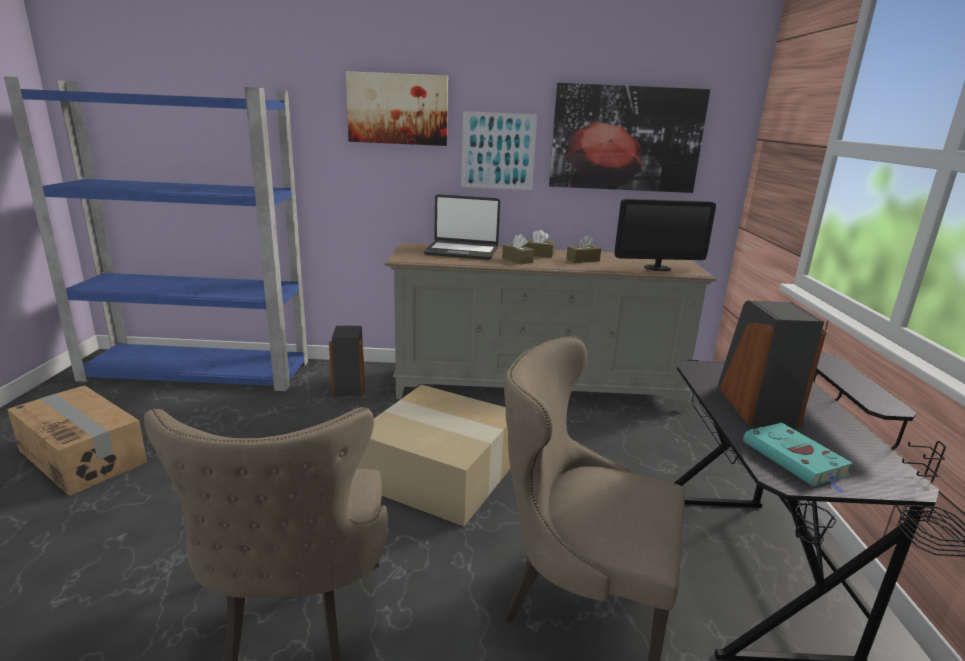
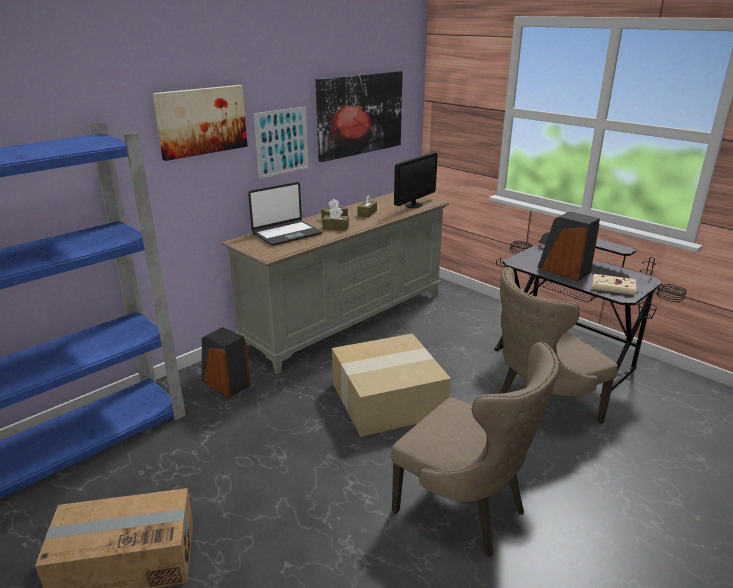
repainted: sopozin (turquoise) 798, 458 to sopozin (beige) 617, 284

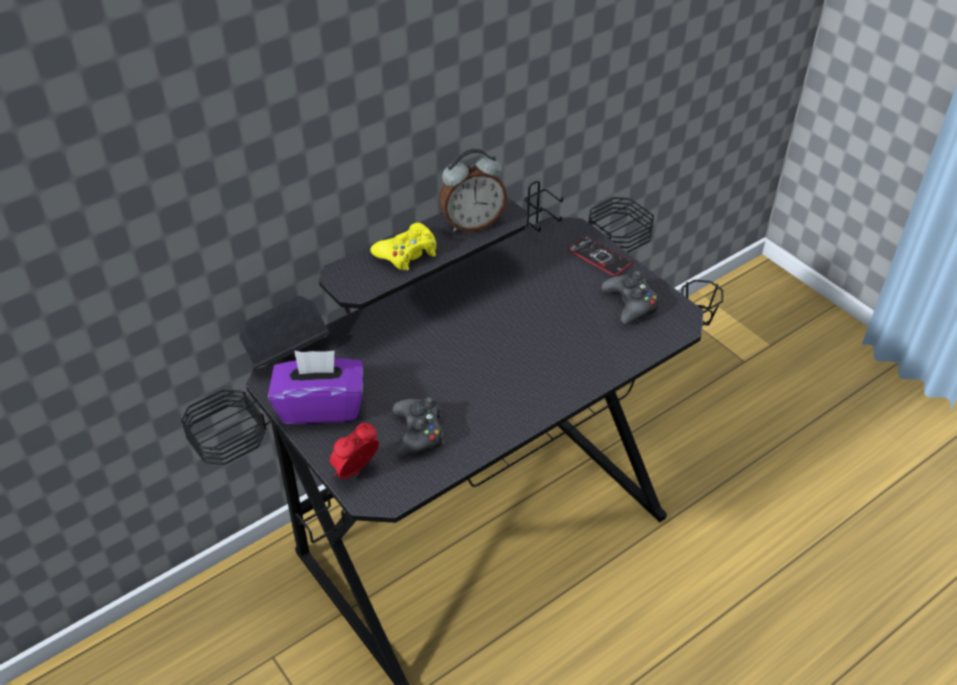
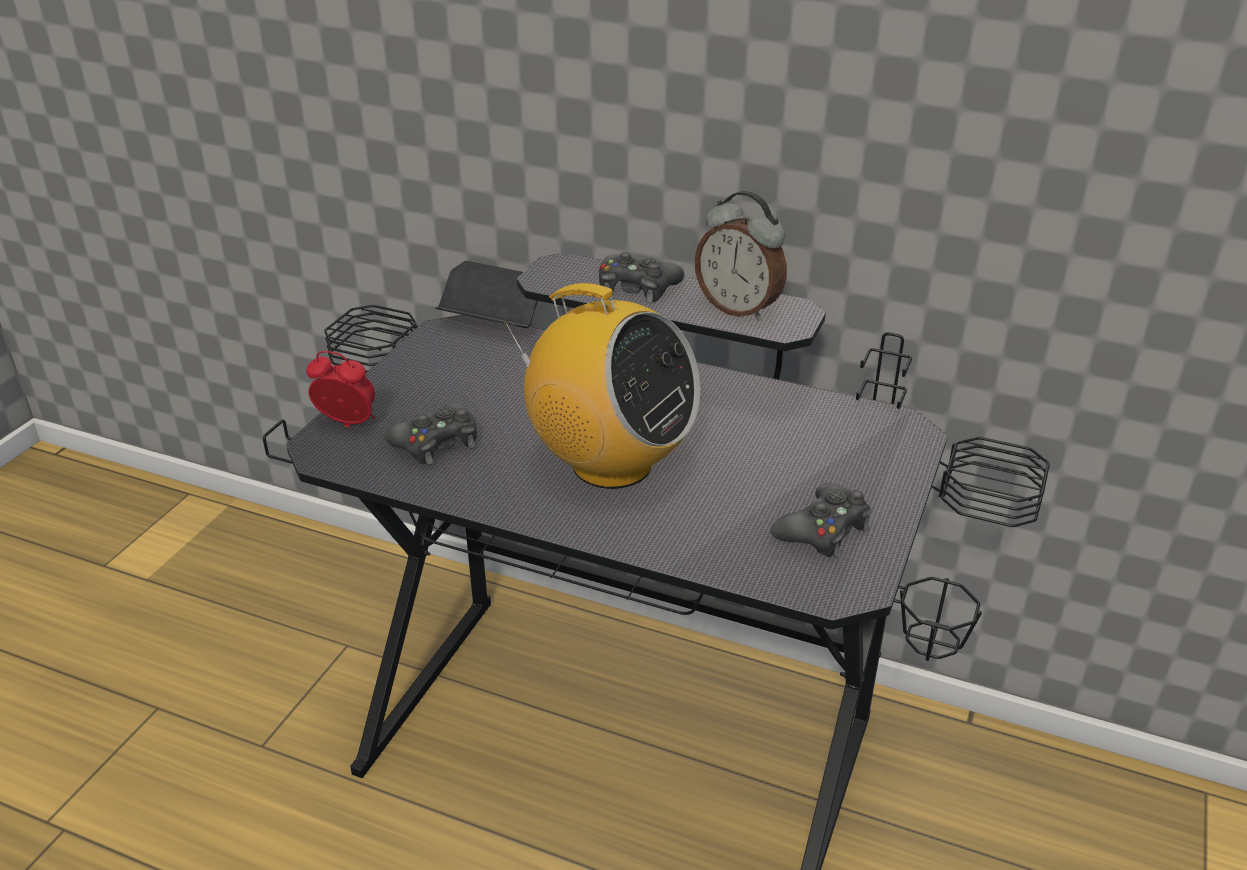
gone: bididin 600, 256; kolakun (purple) 315, 387
new: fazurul 602, 386
repainted: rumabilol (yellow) 403, 247 to rumabilol (black) 641, 277

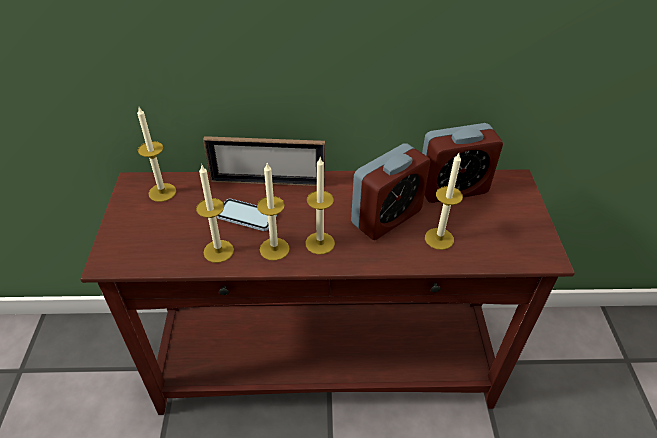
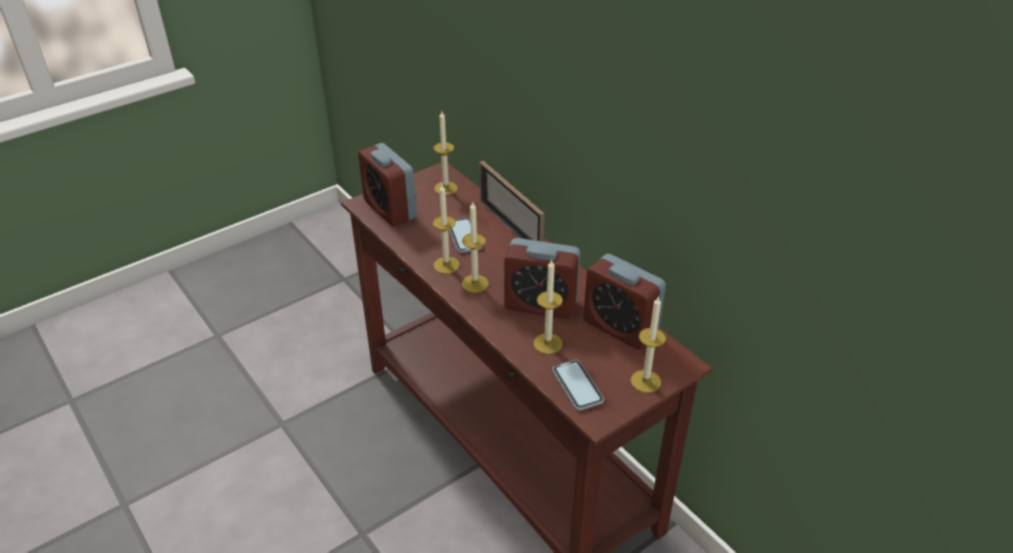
new: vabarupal 387, 184; bididin 578, 385
shifted: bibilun 215, 213 to 648, 344

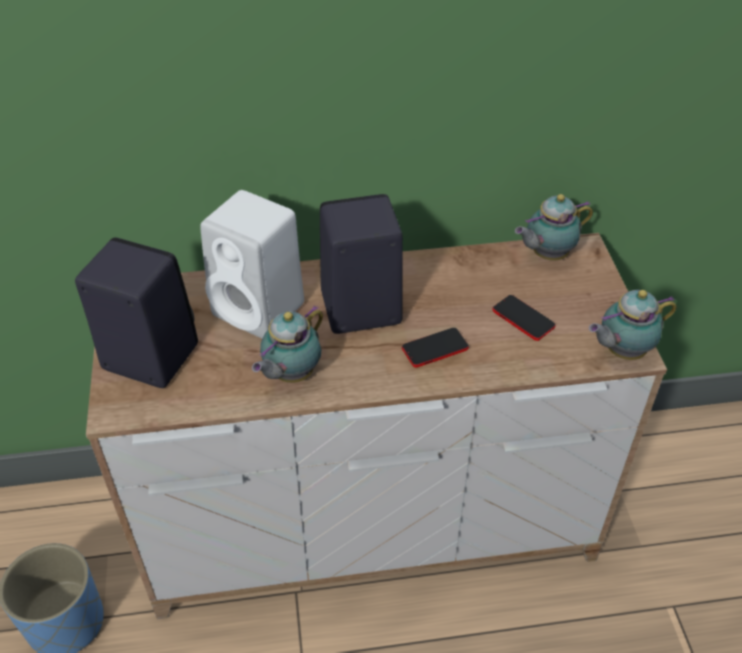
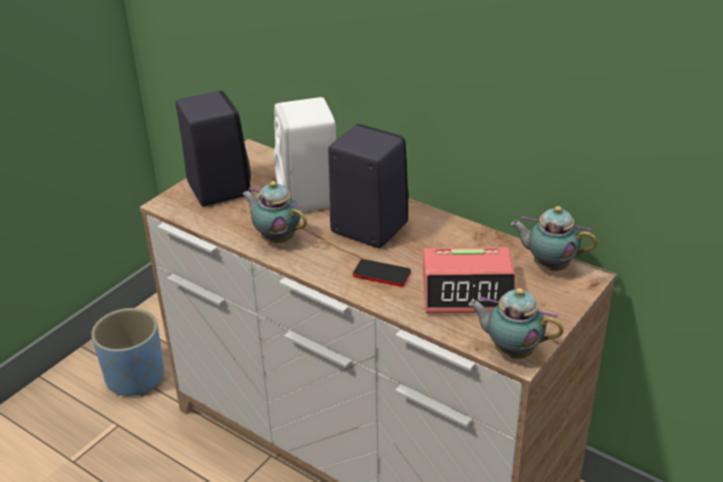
swapped: bididin 524, 318 to vabarupal 470, 280
rotated: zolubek 287, 344 = 274, 212 45 degrees clockwise

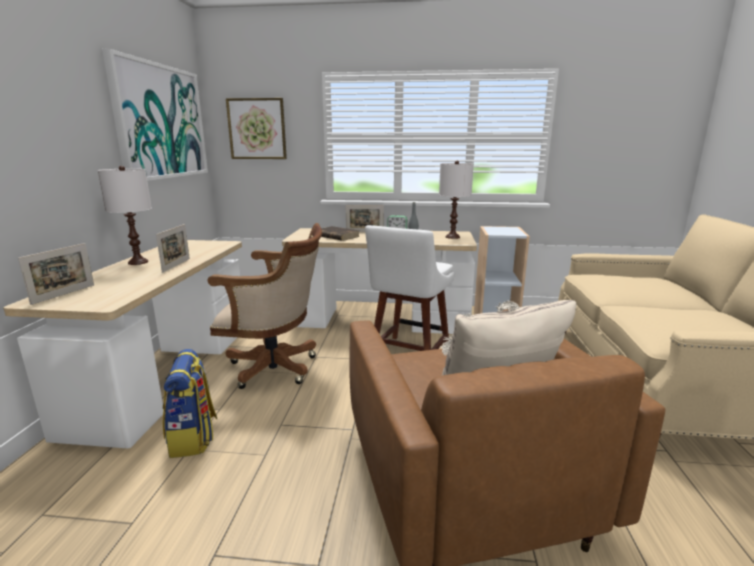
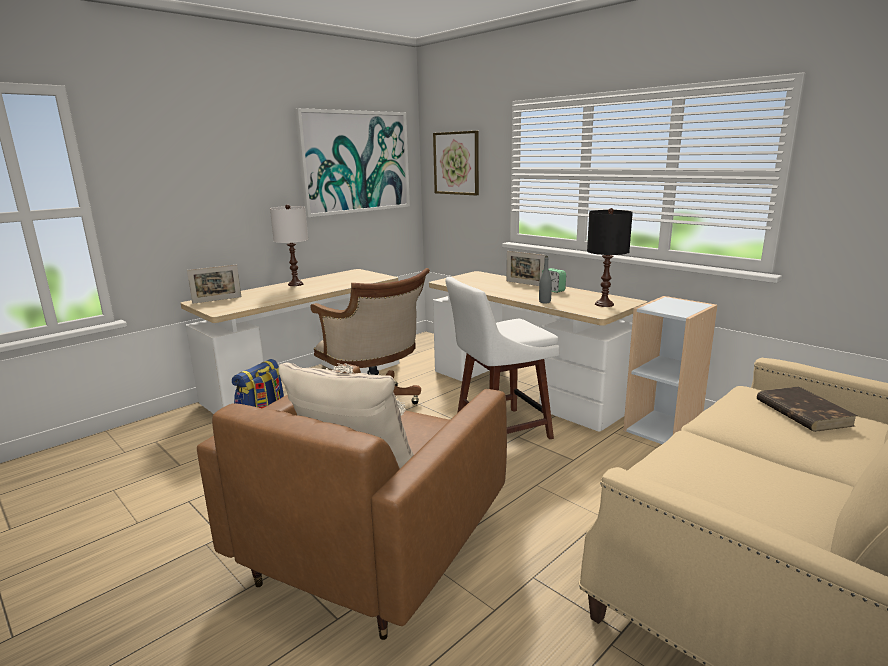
gone: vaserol 173, 248
shifted: sopozin (brown) 340, 233 to 807, 409
repainted: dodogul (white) 456, 200 to dodogul (black) 610, 257

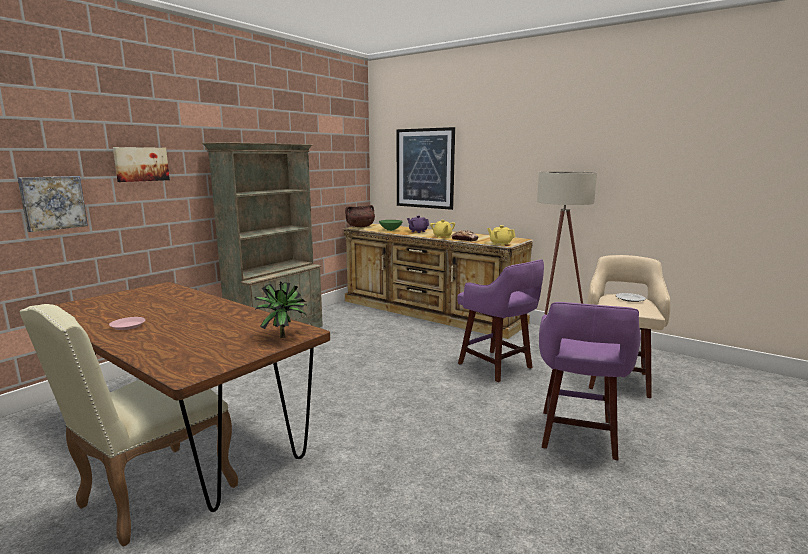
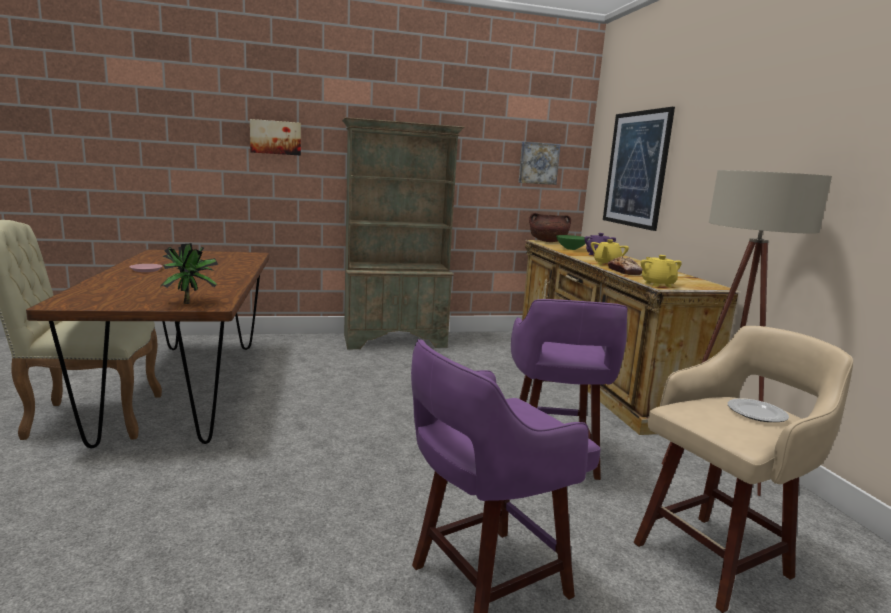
shifted: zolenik 53, 204 to 540, 163

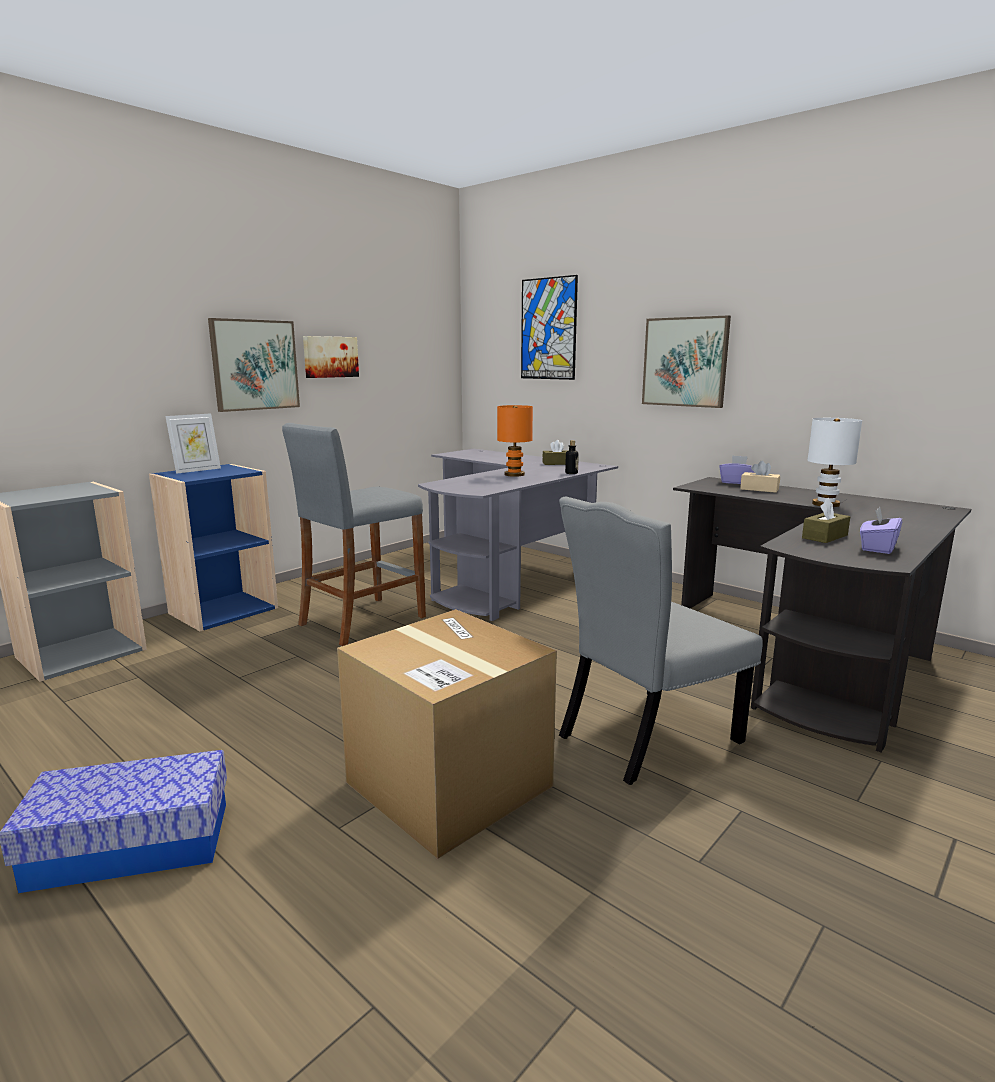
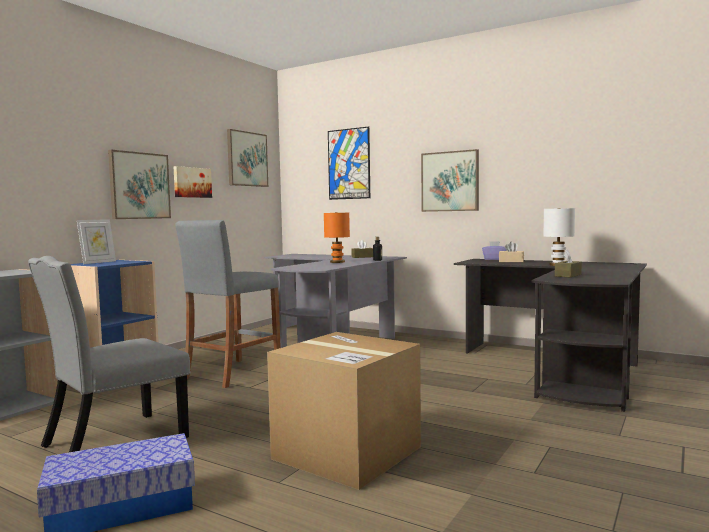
gone: kolakun (purple) 881, 530
new: zolenik 247, 158
shifted: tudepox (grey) 661, 641 to 109, 354

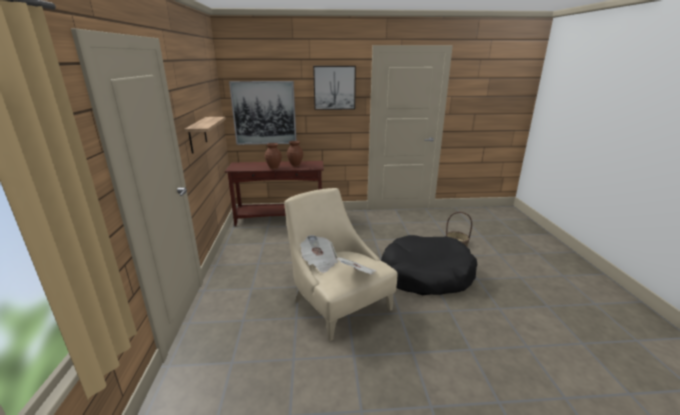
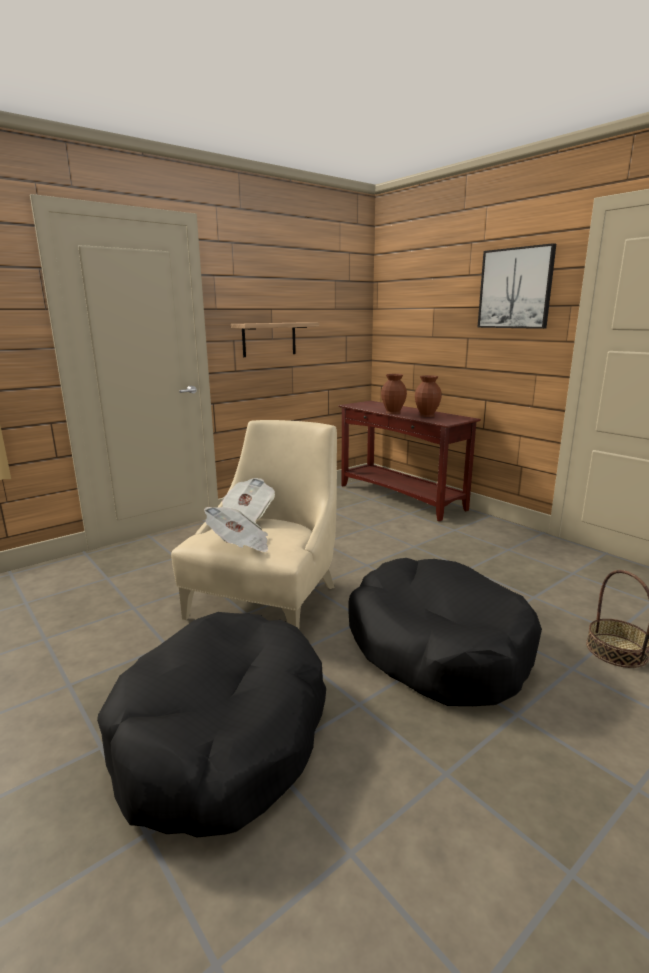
gone: zolenik 263, 113
new: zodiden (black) 211, 724

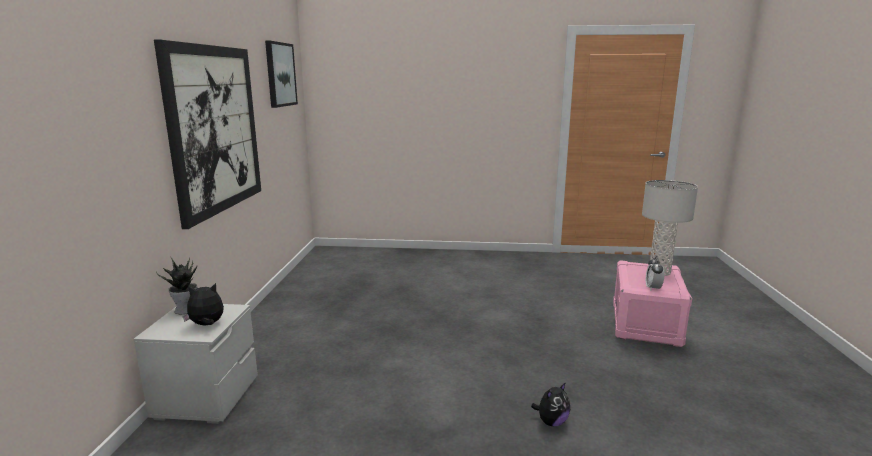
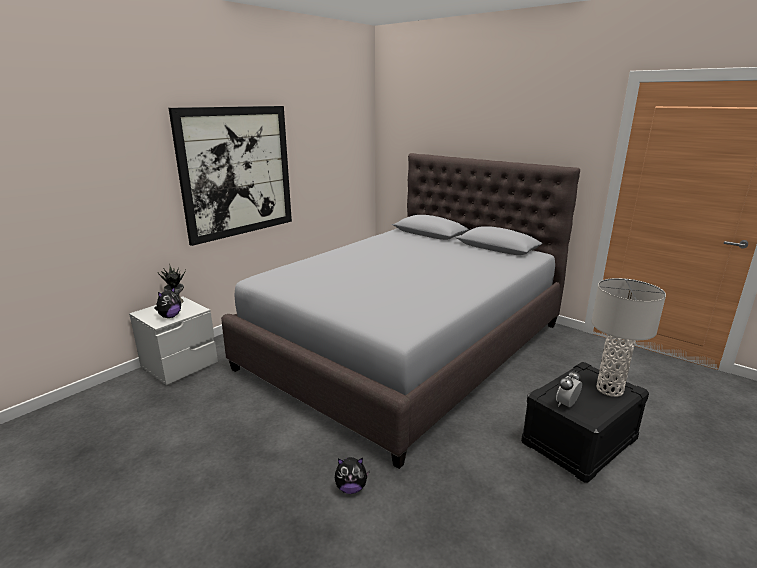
gone: zolenik 281, 74
new: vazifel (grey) 400, 311
repainted: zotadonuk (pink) 652, 303 to zotadonuk (black) 585, 422
rotated: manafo 203, 304 = 167, 302 105 degrees clockwise

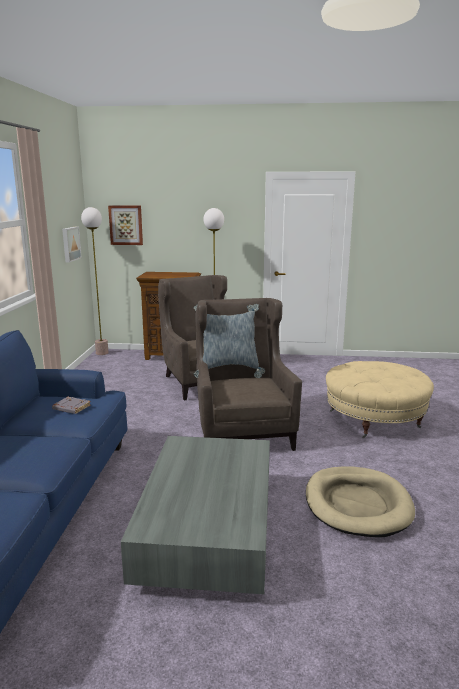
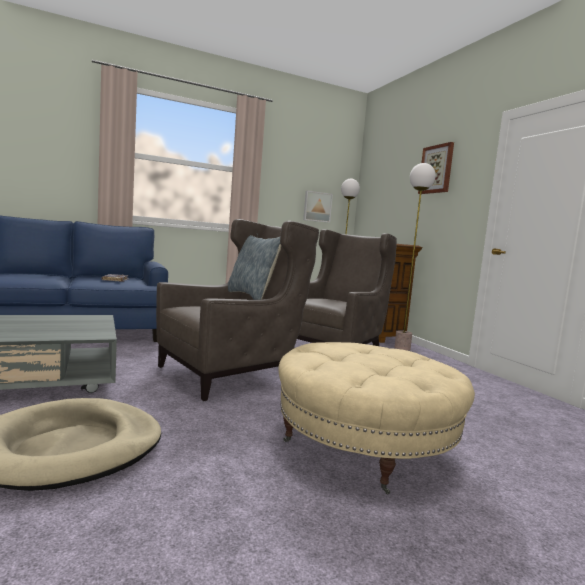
shifted: zolenik 125, 225 to 436, 168

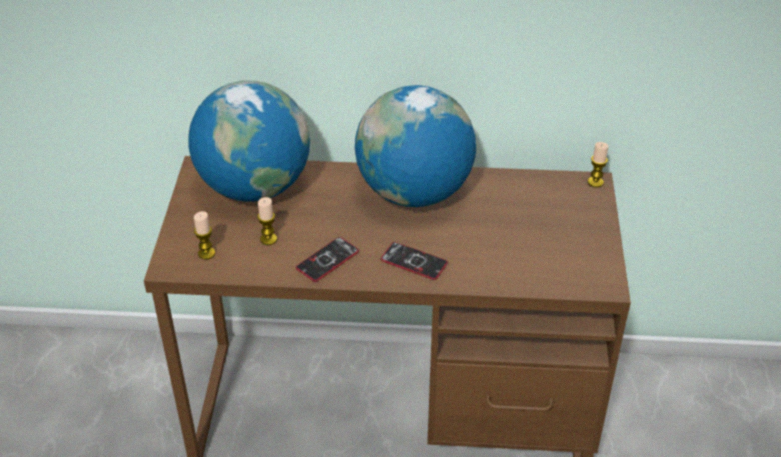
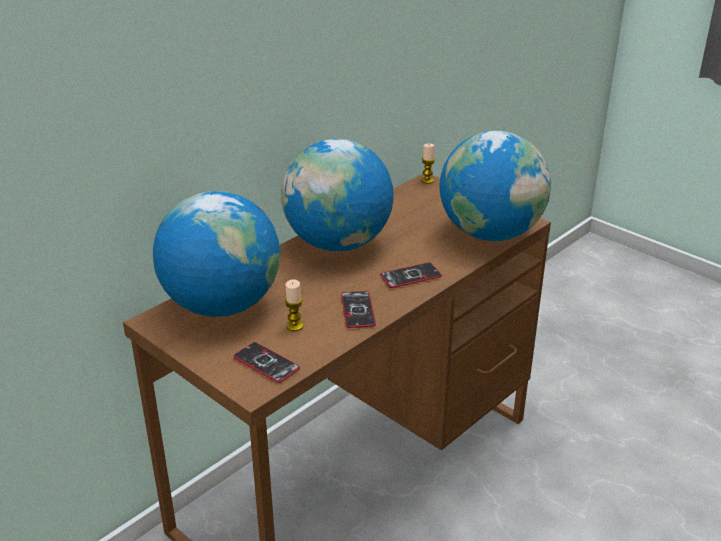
new: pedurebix 495, 186
swapped: bibilun 204, 235 to bididin 266, 362

